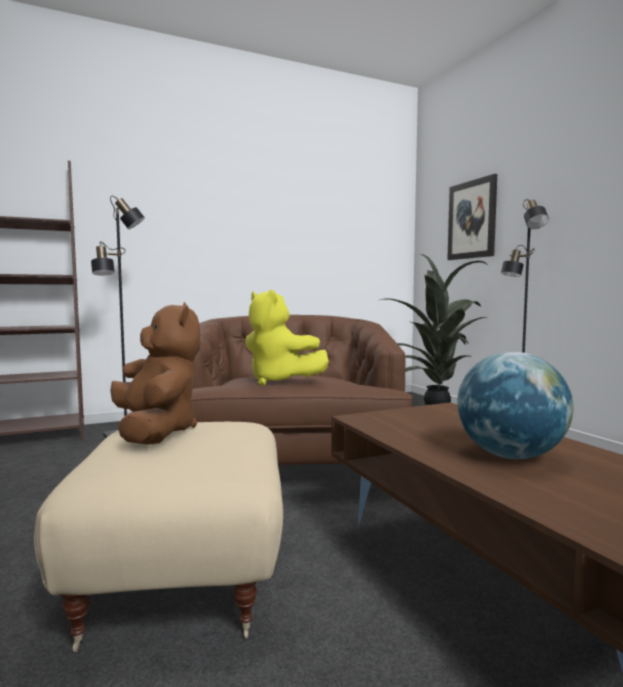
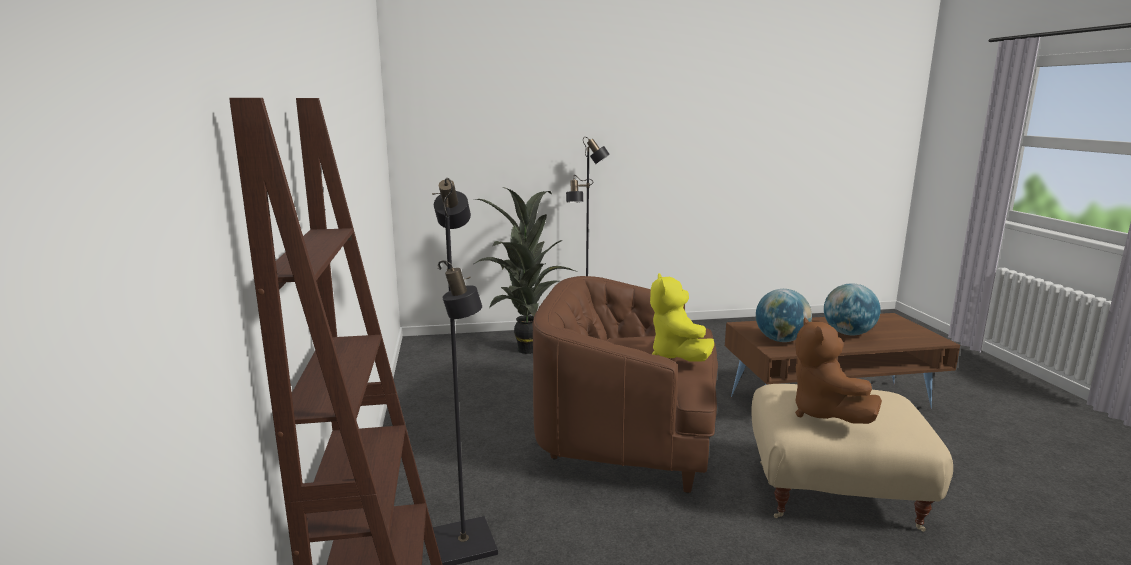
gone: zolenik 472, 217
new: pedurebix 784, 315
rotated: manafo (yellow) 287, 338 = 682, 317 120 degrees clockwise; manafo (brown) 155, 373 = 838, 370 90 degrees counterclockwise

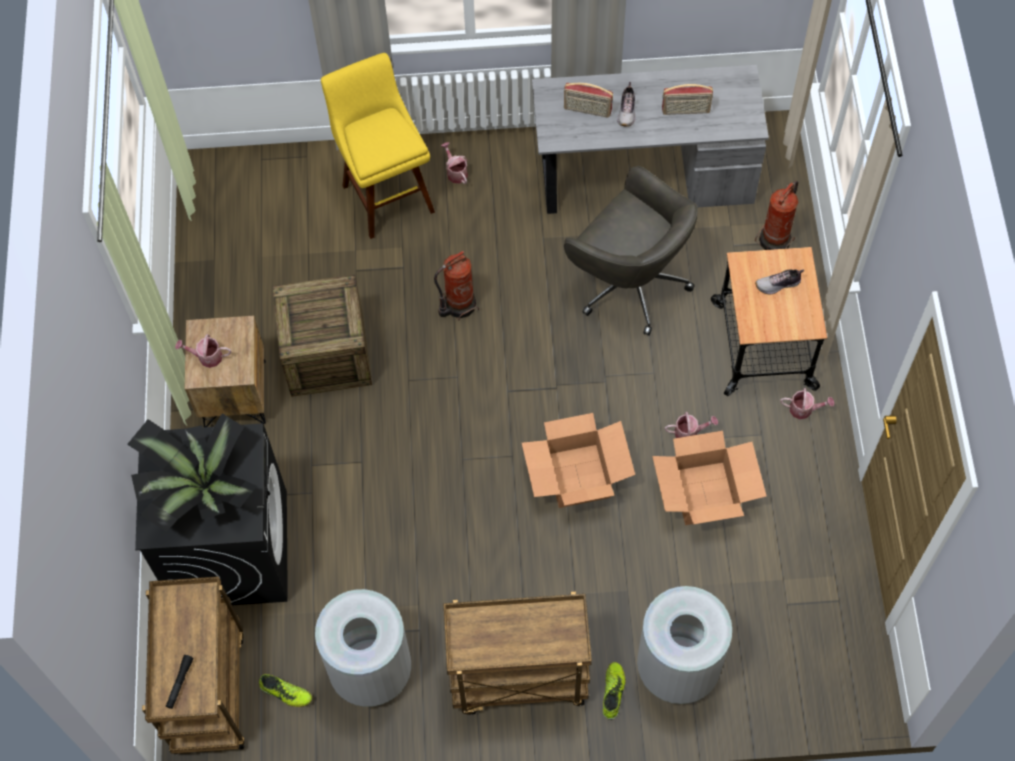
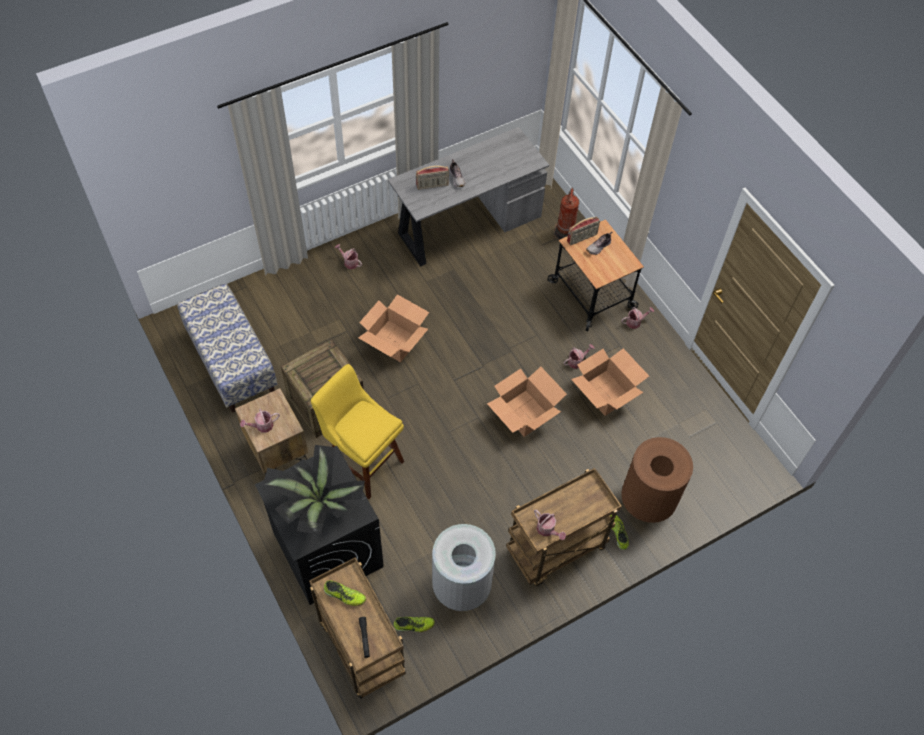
gone: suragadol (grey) 631, 251
new: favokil 227, 348; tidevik 550, 525; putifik 345, 593
shifted: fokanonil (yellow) 378, 146 to 357, 431; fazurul 687, 99 to 583, 231
swapped: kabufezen 456, 286 to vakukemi 393, 328
repainted: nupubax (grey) 684, 645 to nupubax (brown) 657, 480

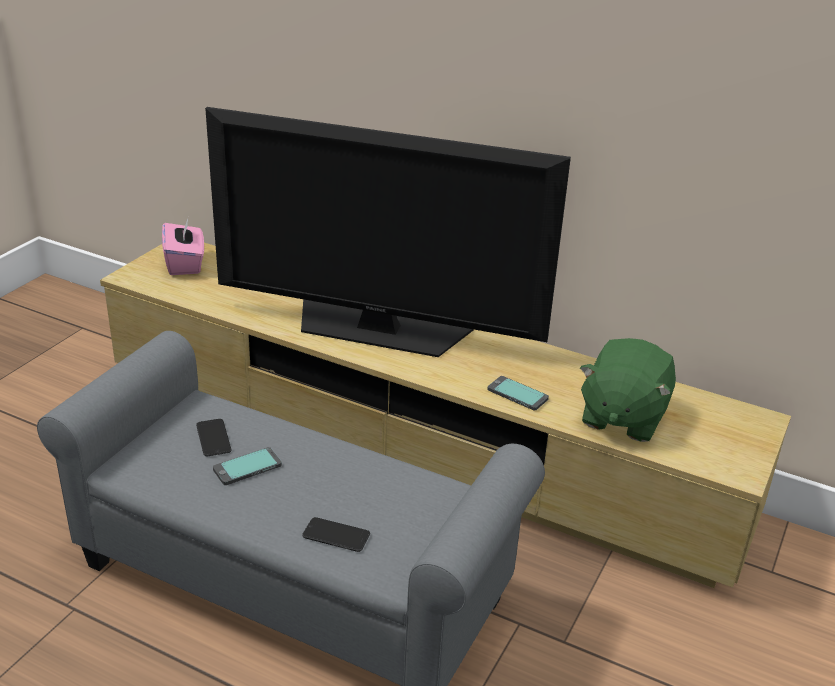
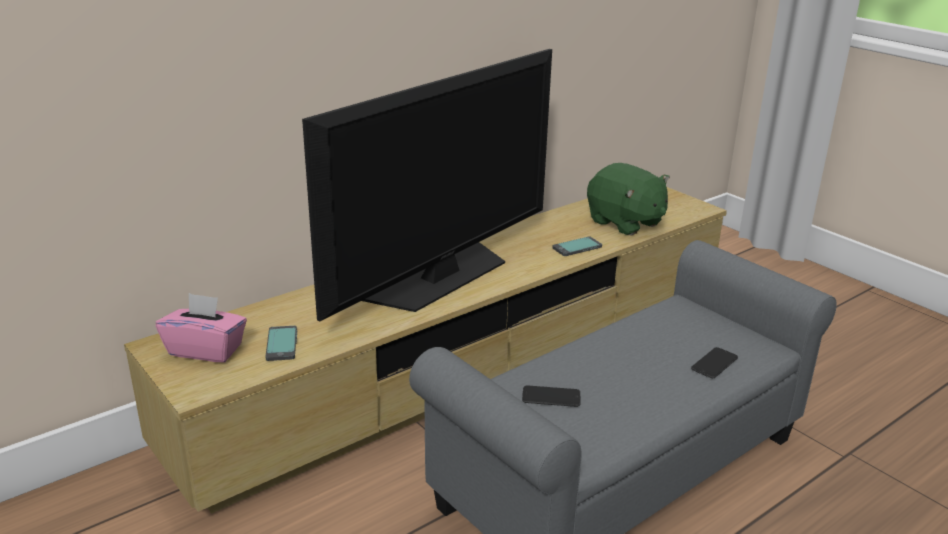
shifted: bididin 247, 466 to 281, 343

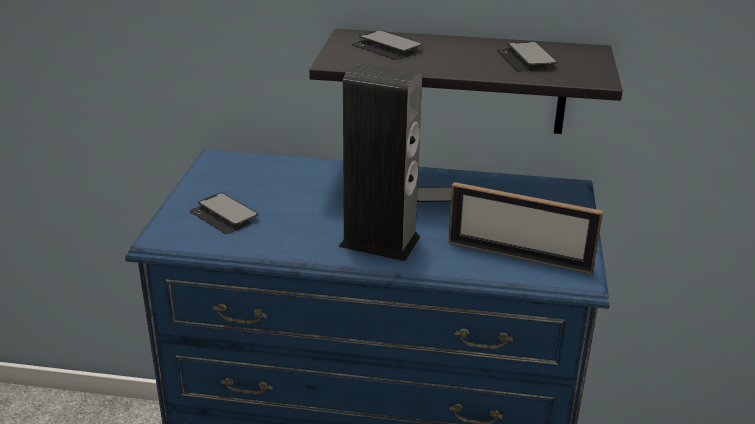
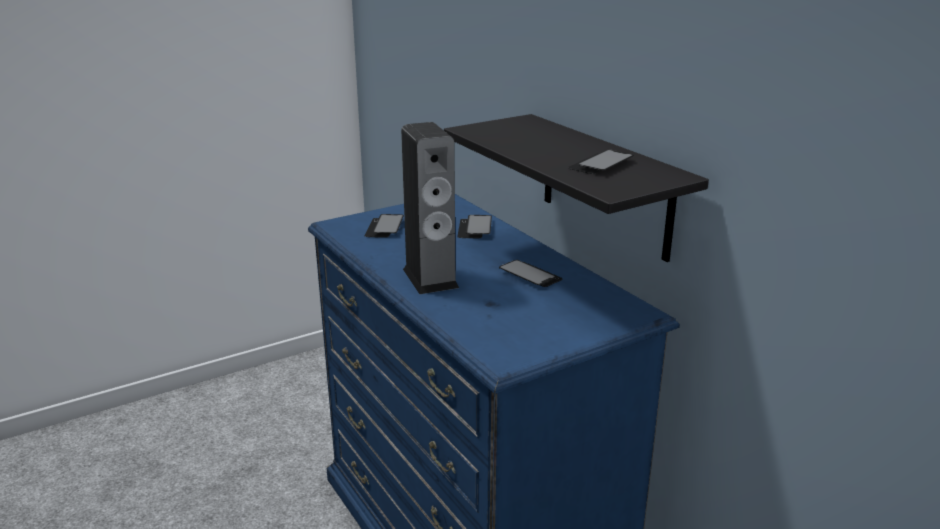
gone: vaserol 525, 228
shifted: bididin 387, 44 to 474, 226

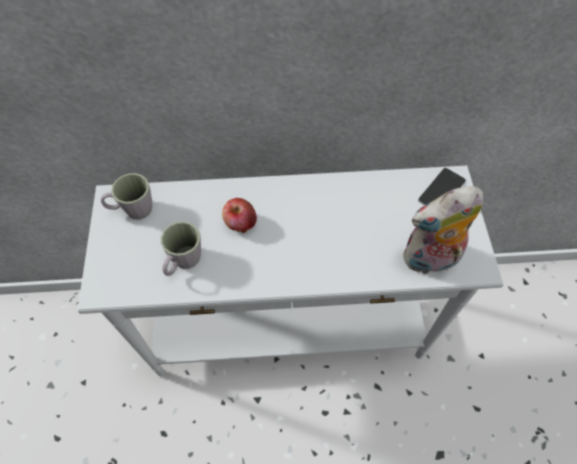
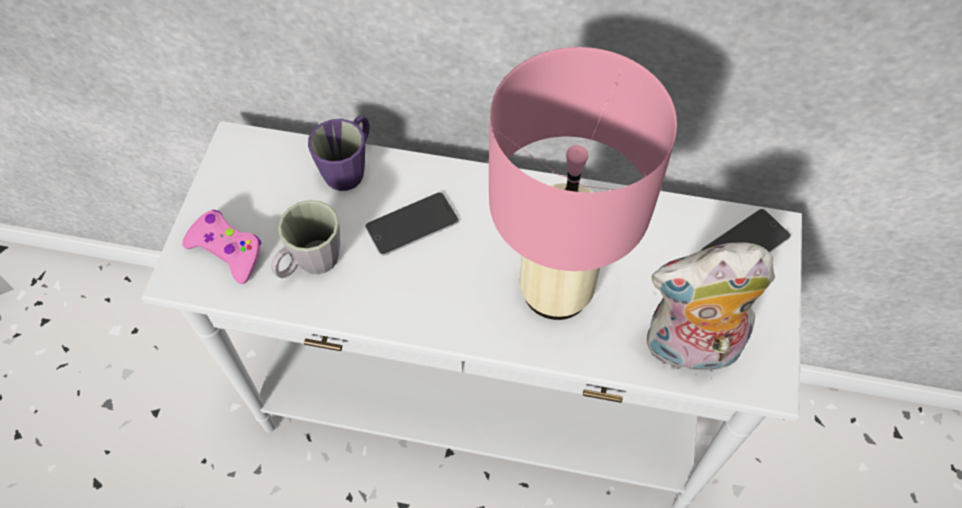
gone: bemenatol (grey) 126, 196
new: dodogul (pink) 583, 183; bemenatol (purple) 339, 153; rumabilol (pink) 222, 247
swapped: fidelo 239, 215 to bididin 412, 224

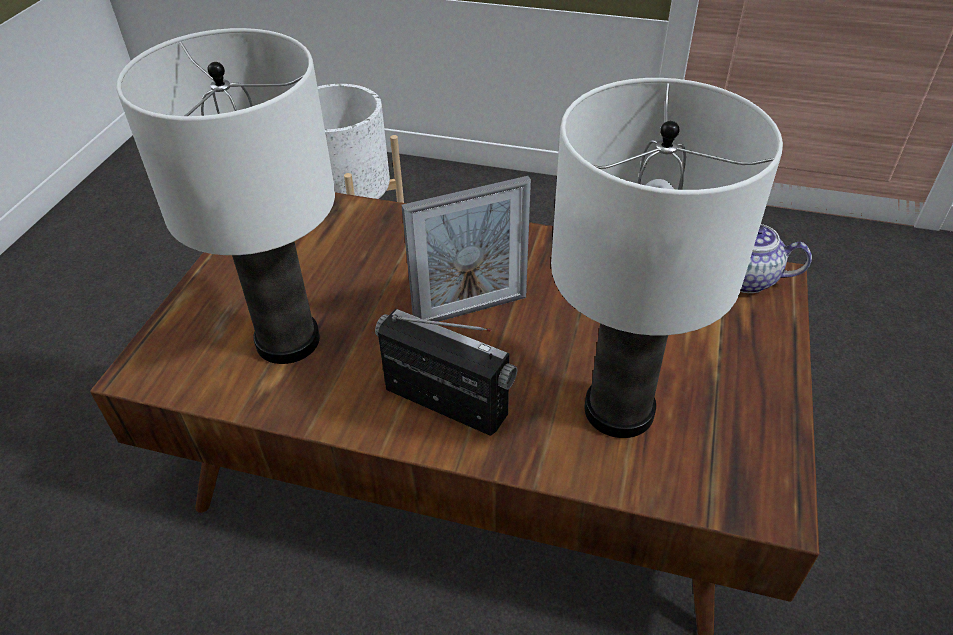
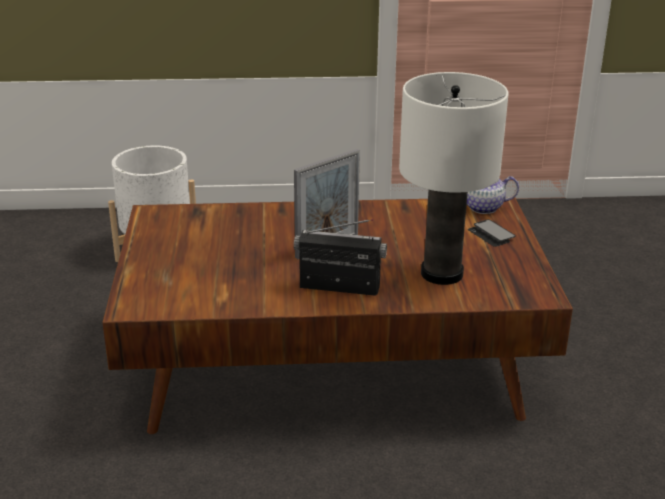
gone: dodogul (white) 225, 196
new: bididin 492, 233

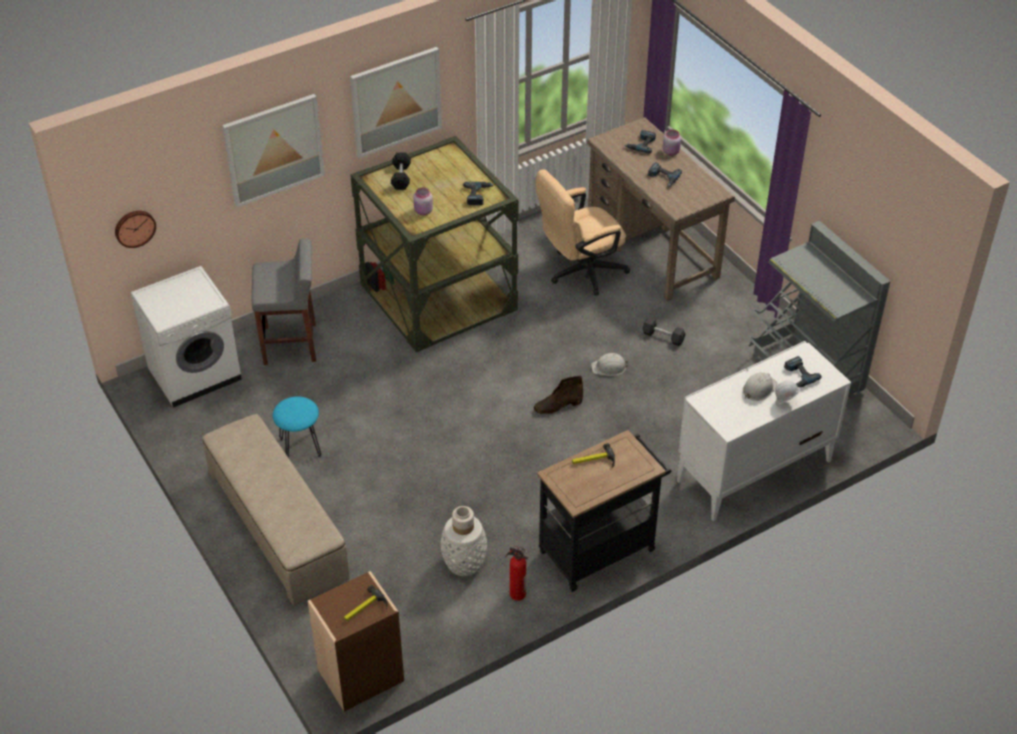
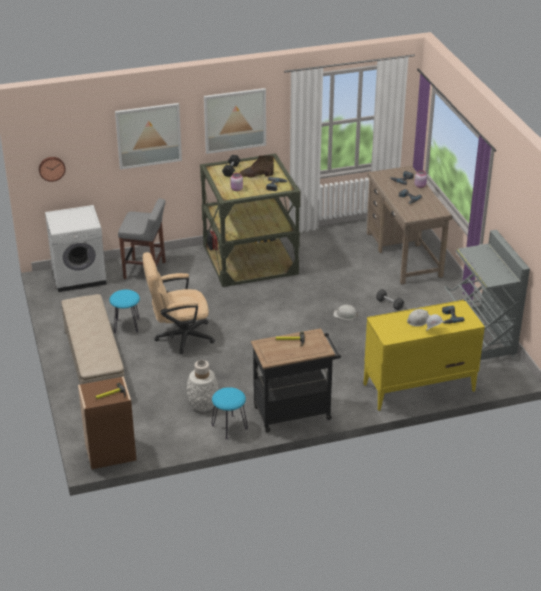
shifted: suragadol (beige) 583, 232 to 178, 303; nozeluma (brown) 558, 395 to 257, 167
swapped: kabufezen 517, 573 to fokanonil (turquoise) 229, 413
repainted: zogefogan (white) 764, 431 to zogefogan (yellow) 424, 355

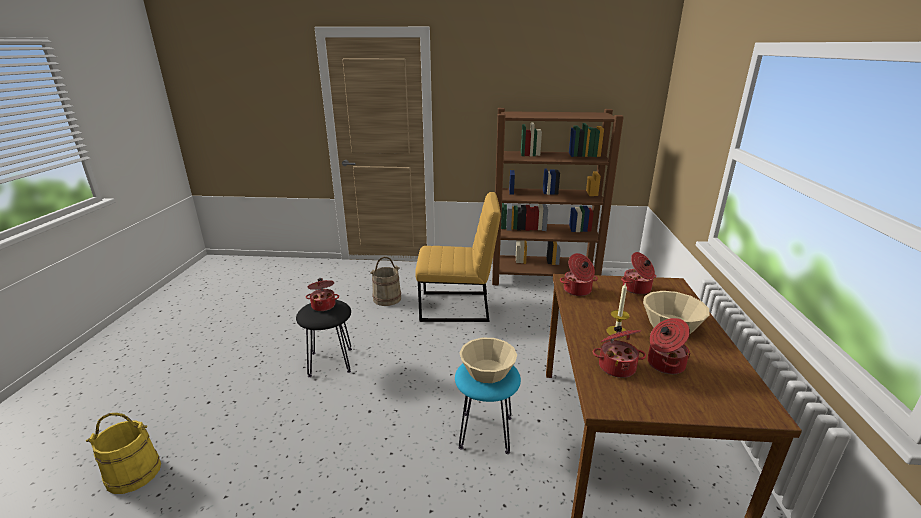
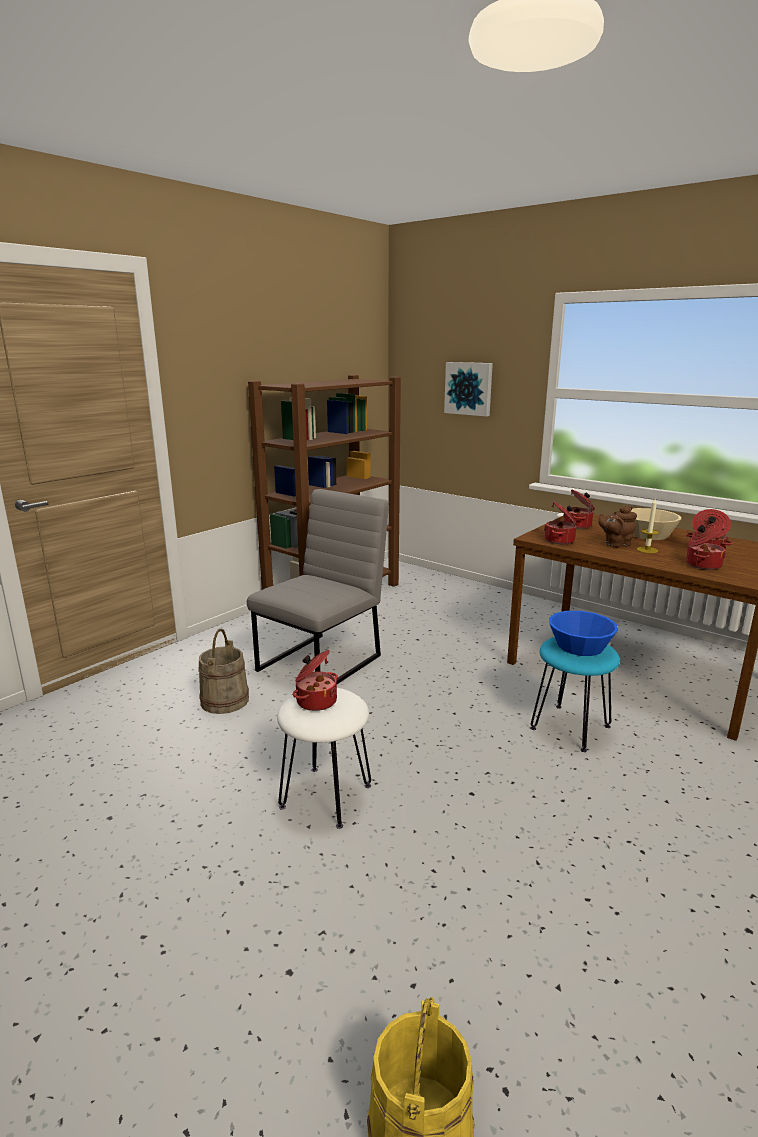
new: zolenik 468, 389; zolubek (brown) 617, 526
repainted: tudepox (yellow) 458, 257 to tudepox (grey) 318, 586; fokanonil (black) 324, 338 to fokanonil (white) 324, 758; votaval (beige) 488, 360 to votaval (blue) 583, 633

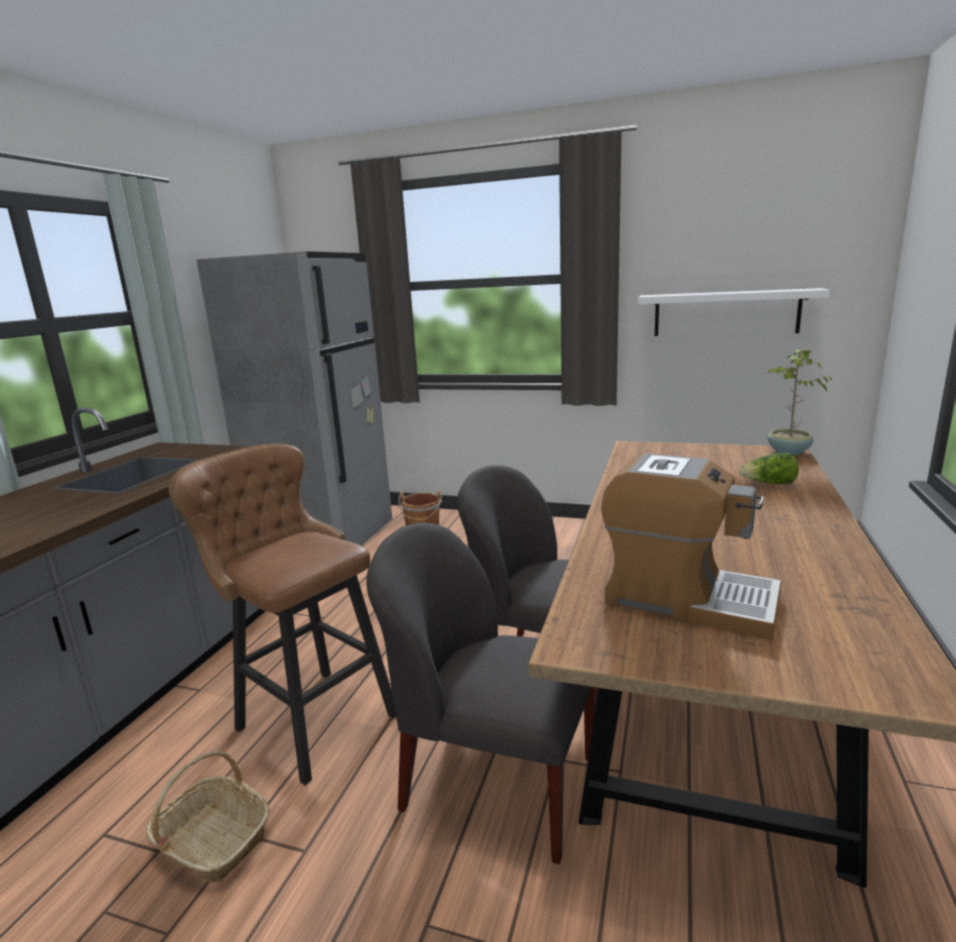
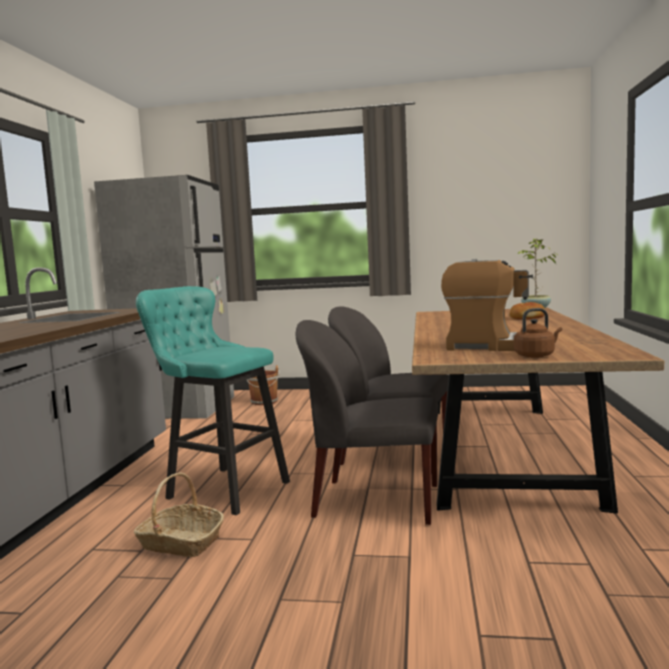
gone: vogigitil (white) 734, 312
new: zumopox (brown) 538, 333
swapped: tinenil 769, 468 to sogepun 527, 310
repainted: fokanonil (brown) 282, 614 to fokanonil (turquoise) 213, 400

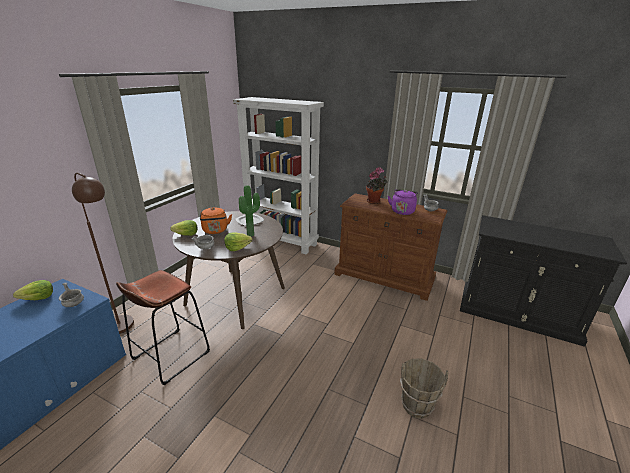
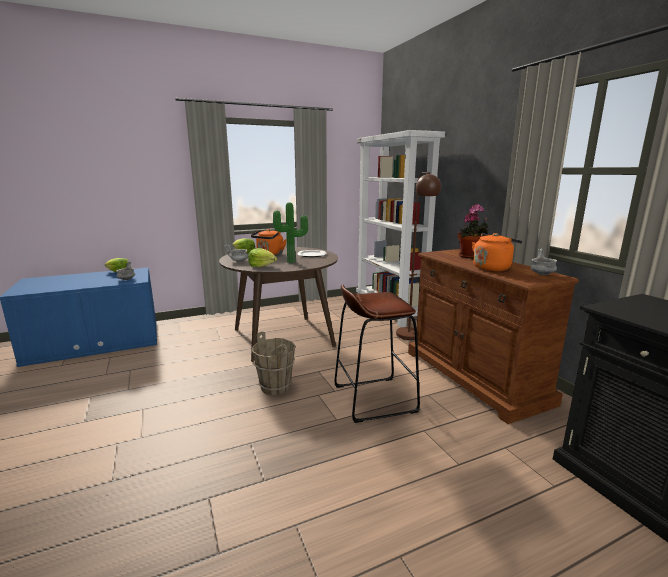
shifted: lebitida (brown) 103, 253 to 418, 256; fokanonil (brown) 163, 327 to 377, 353; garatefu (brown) 424, 388 to 273, 363
repainted: zumopox (purple) 403, 202 to zumopox (orange) 497, 252

